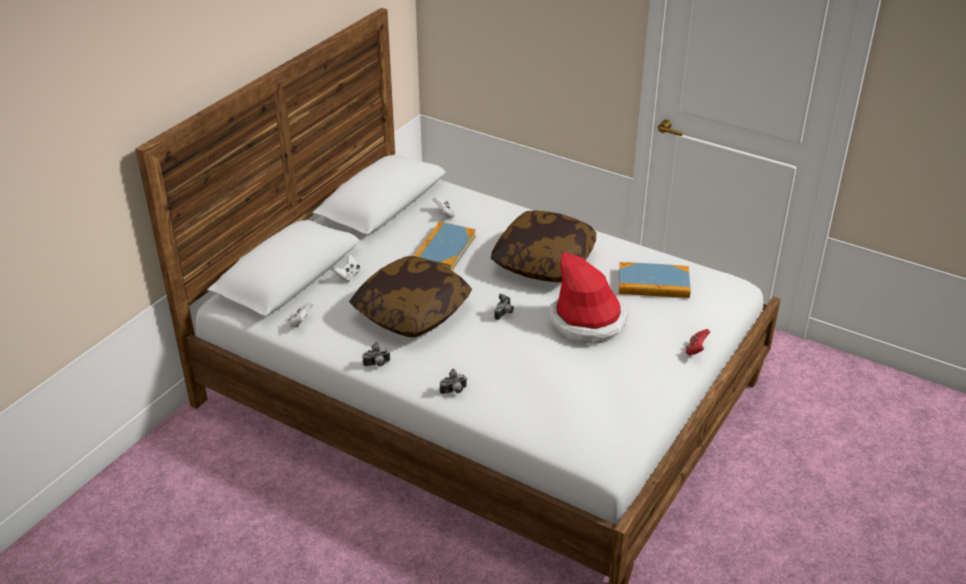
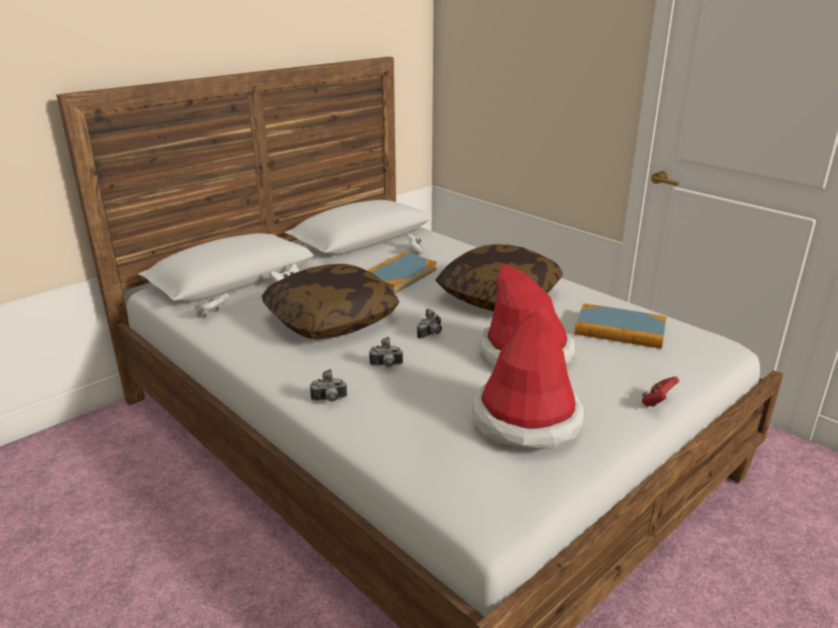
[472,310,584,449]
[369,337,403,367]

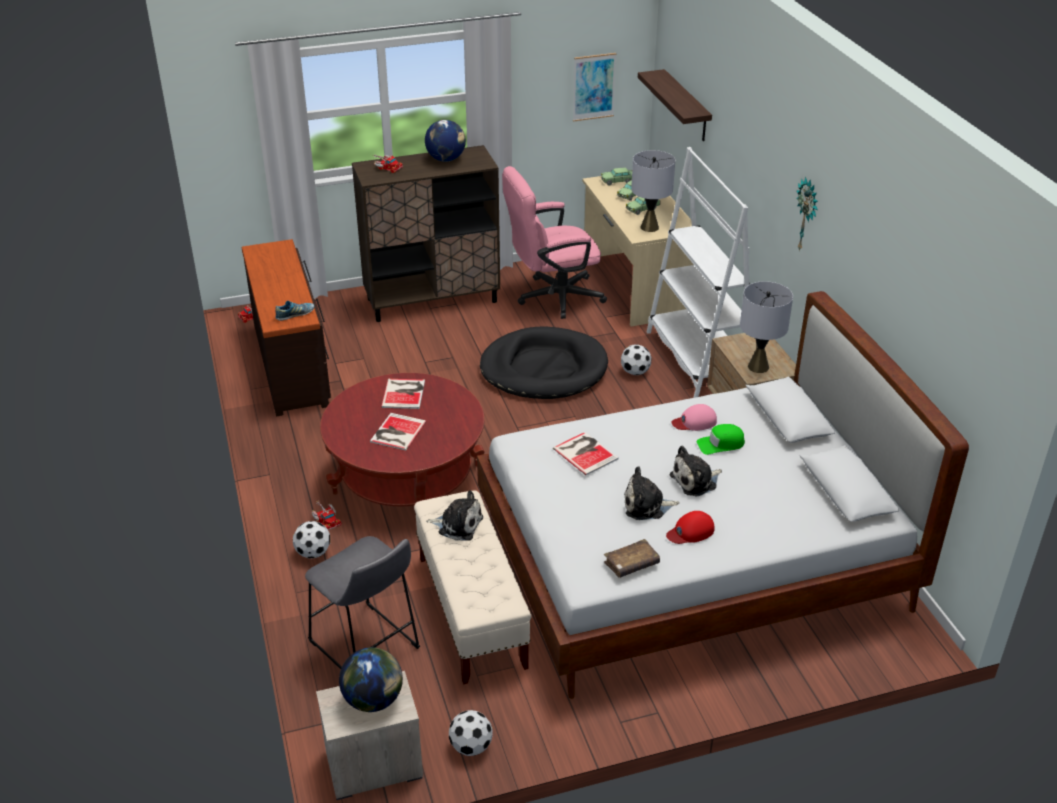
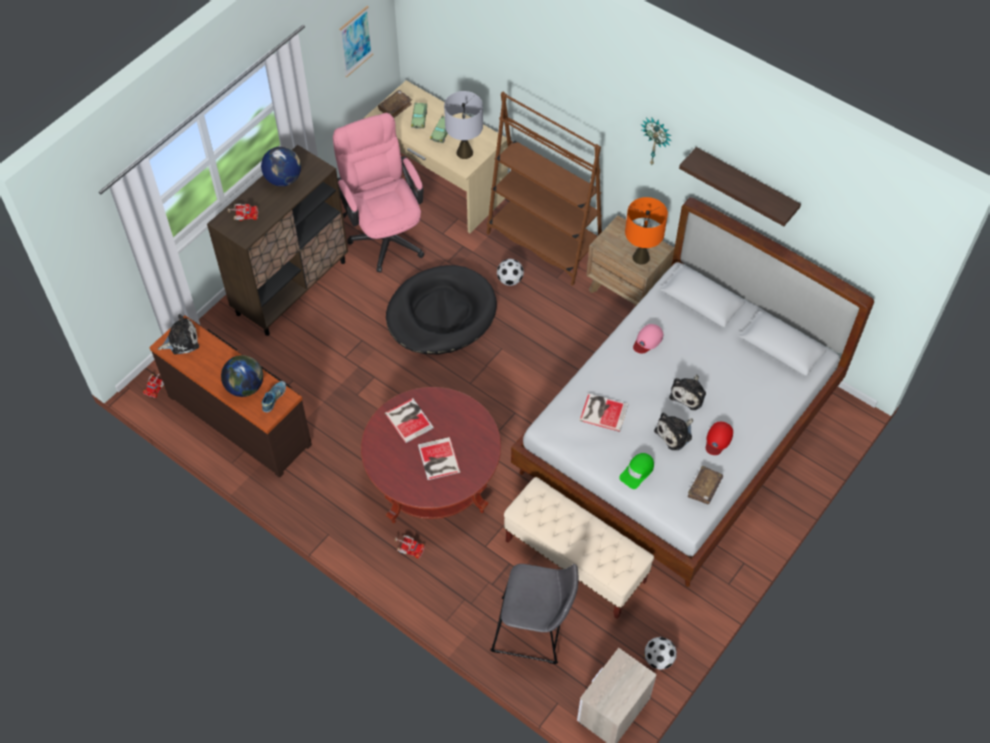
[293,521,330,558] (first image)
[221,355,263,397]
[158,314,199,354]
[679,147,801,226]
[619,453,654,489]
[378,90,412,118]
[486,92,602,286]
[625,197,668,265]
[333,113,425,273]

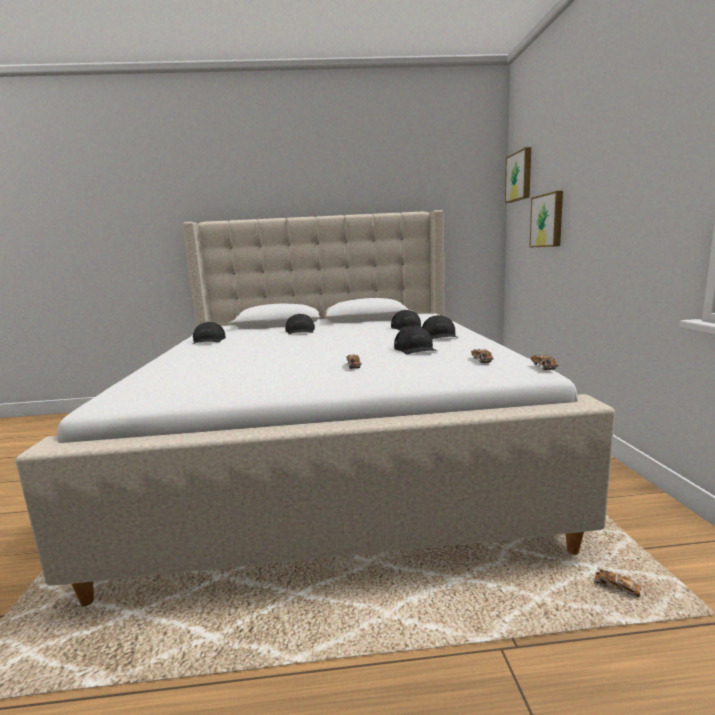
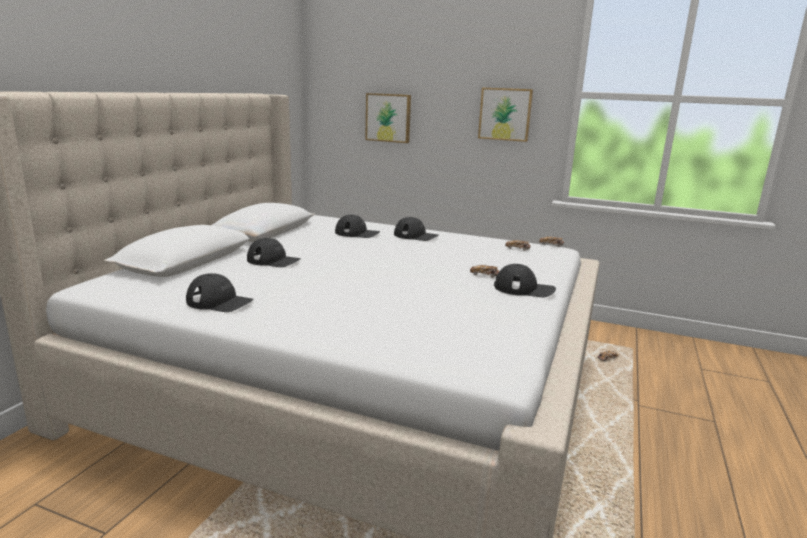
[494,264,556,297]
[478,88,533,142]

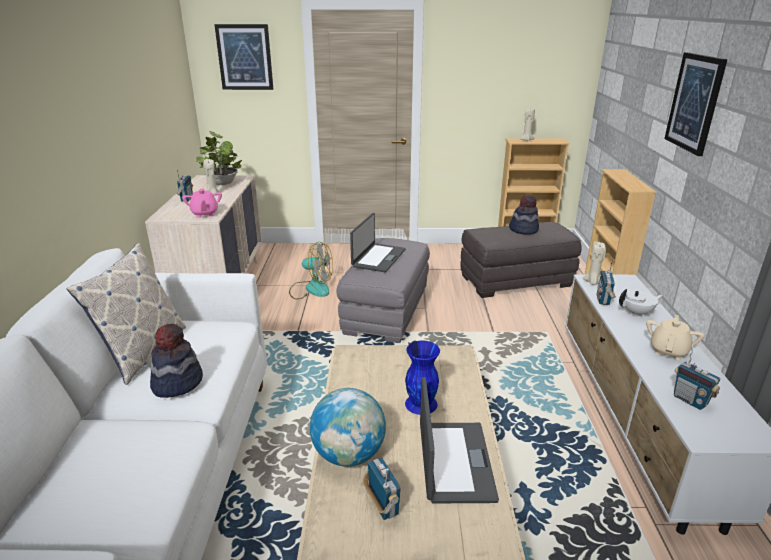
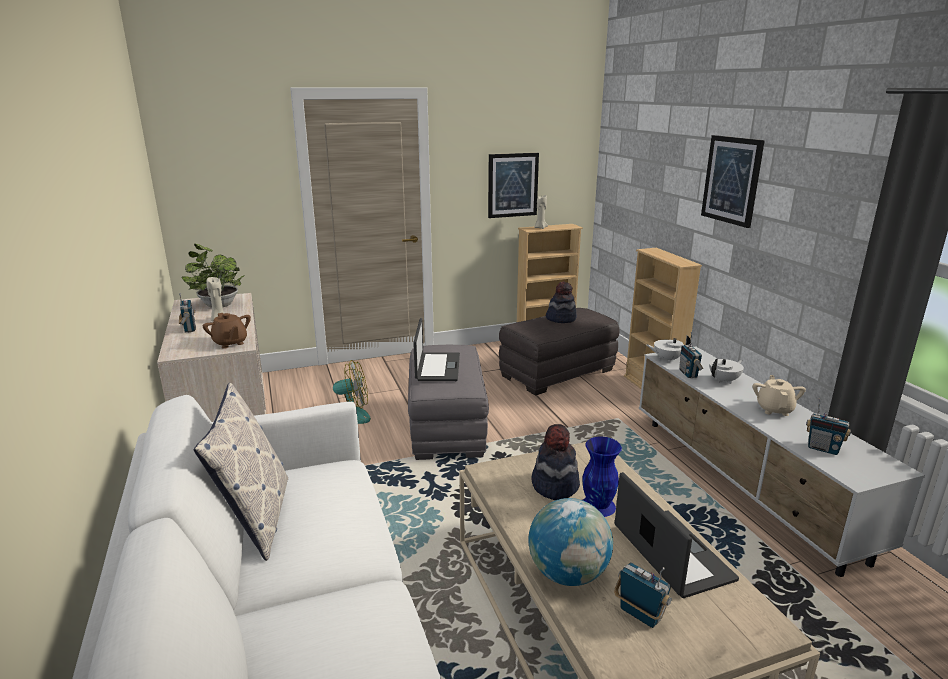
[532,424,580,500]
[488,153,539,218]
[647,336,690,362]
[203,313,251,349]

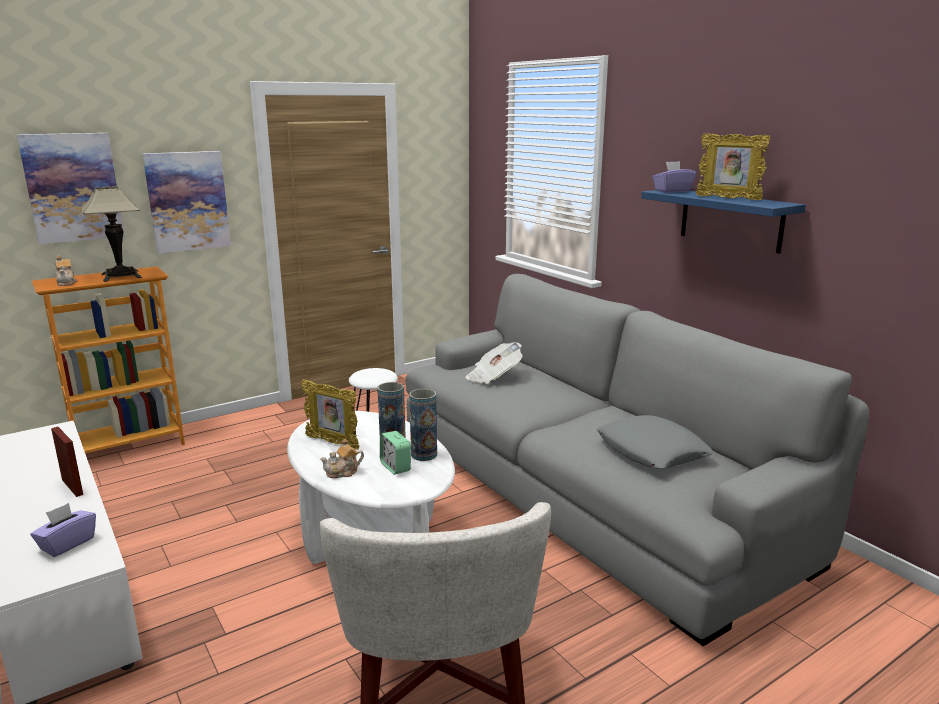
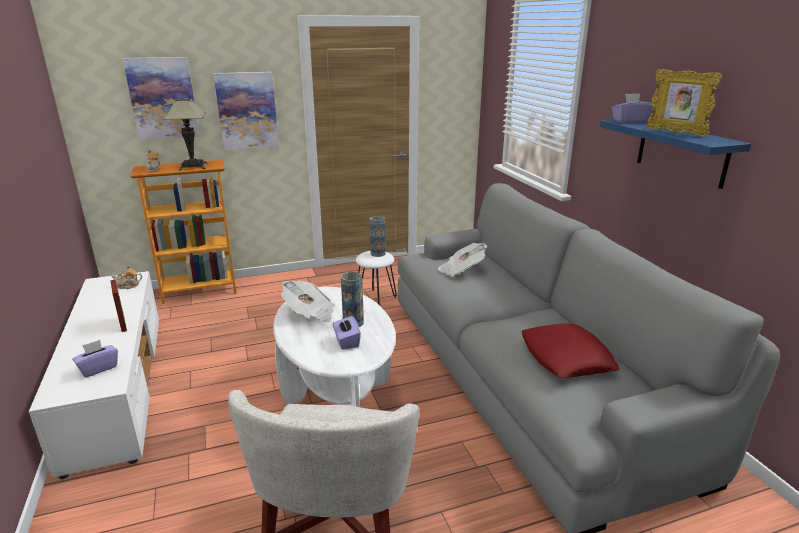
[111,265,142,289]
[370,216,386,257]
[281,281,335,322]
[333,315,361,350]
[522,324,620,378]

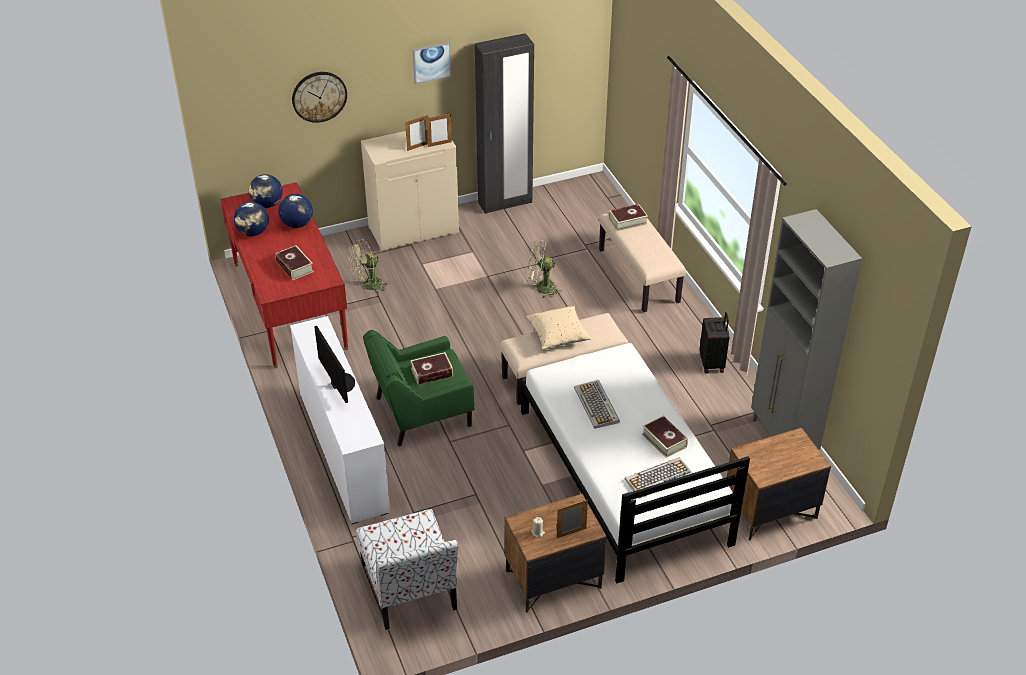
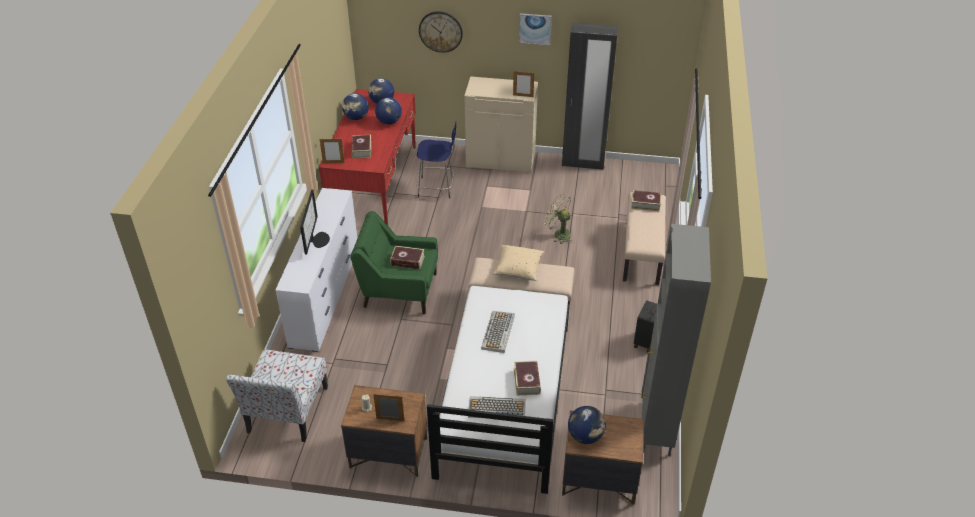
[568,406,606,444]
[320,139,345,163]
[416,121,456,199]

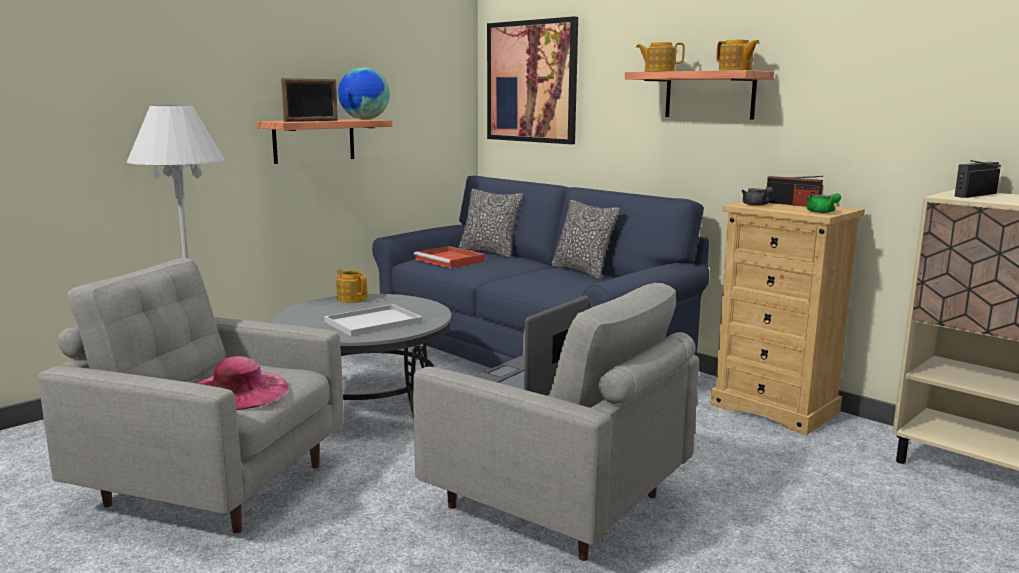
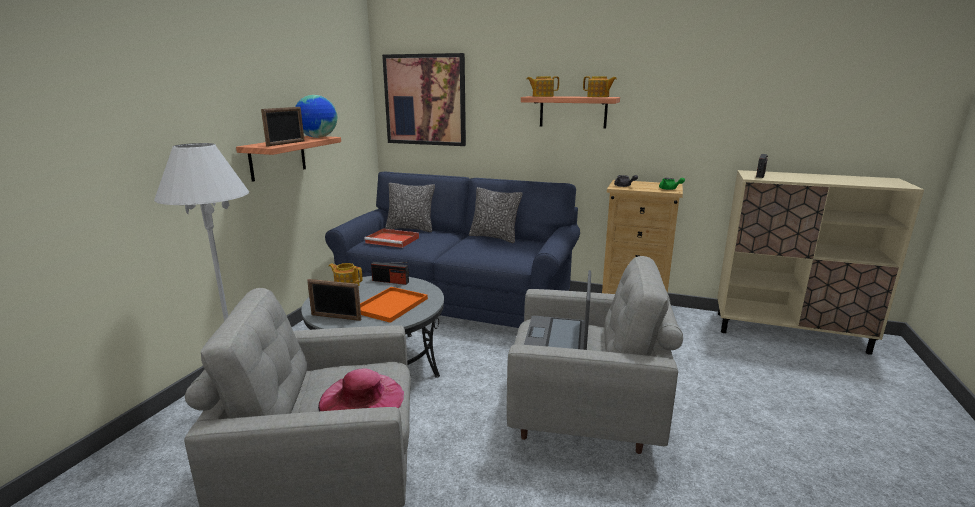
[307,279,361,321]
[371,262,409,285]
[360,287,428,323]

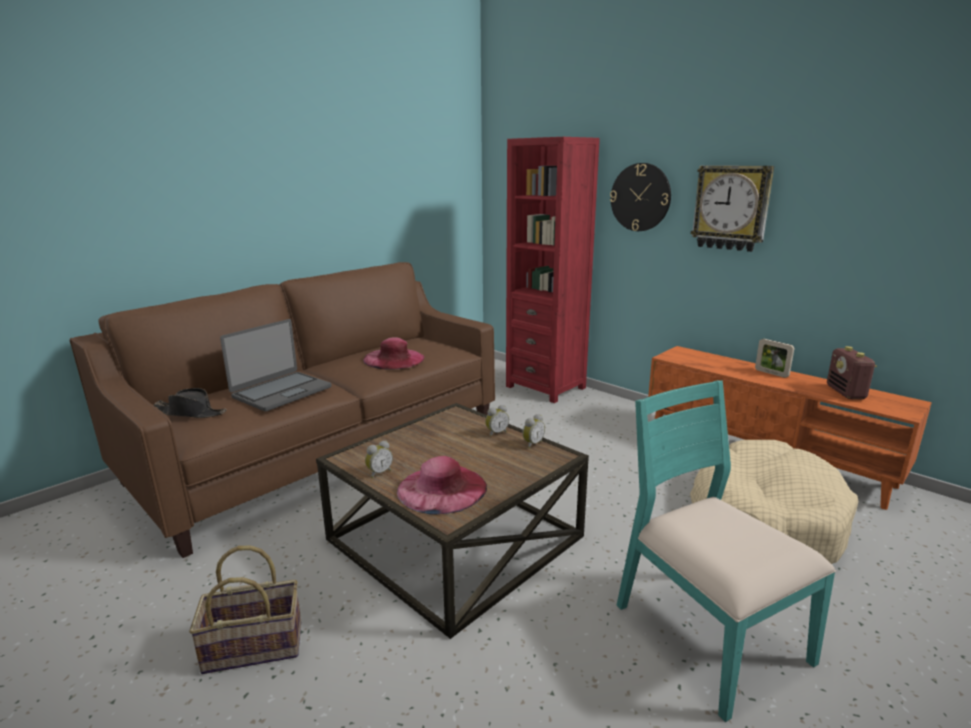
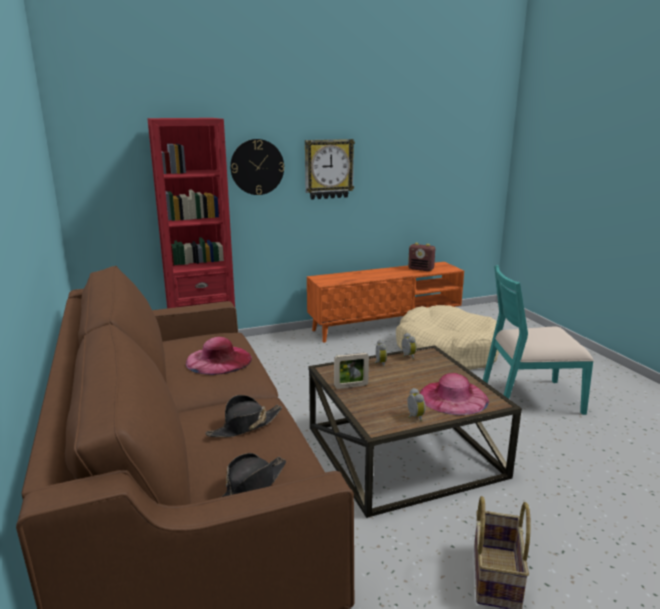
[334,353,369,389]
[205,395,282,437]

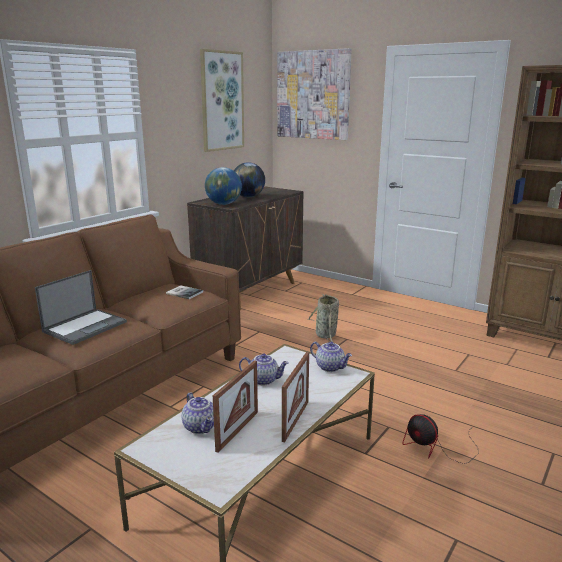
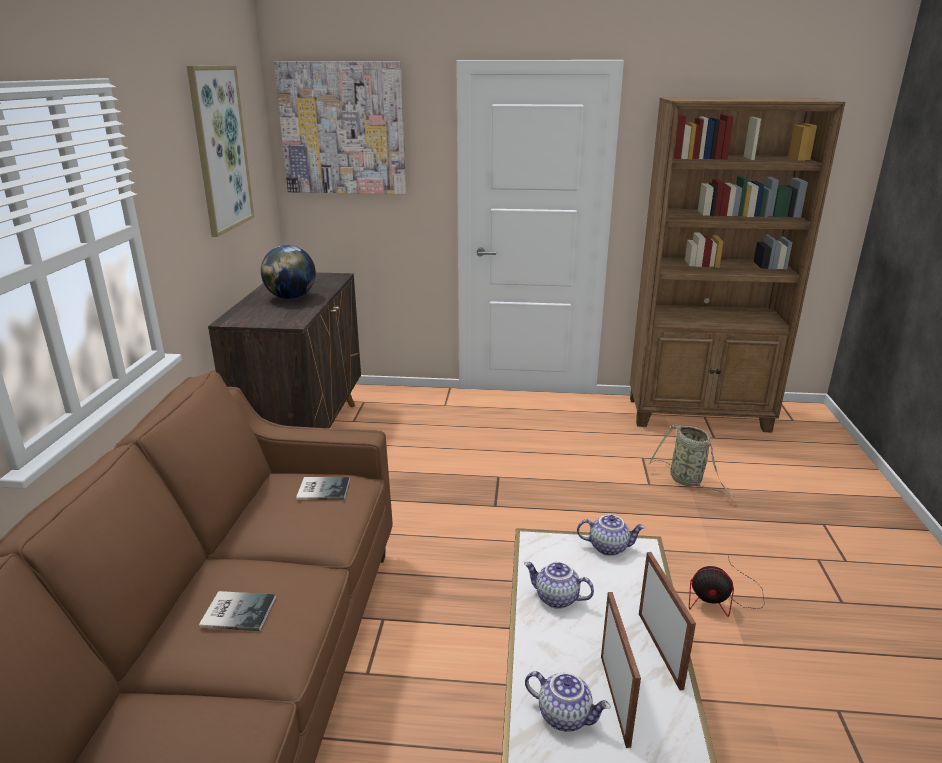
[205,167,242,205] (first image)
[648,424,733,496]
[199,591,276,631]
[524,562,594,609]

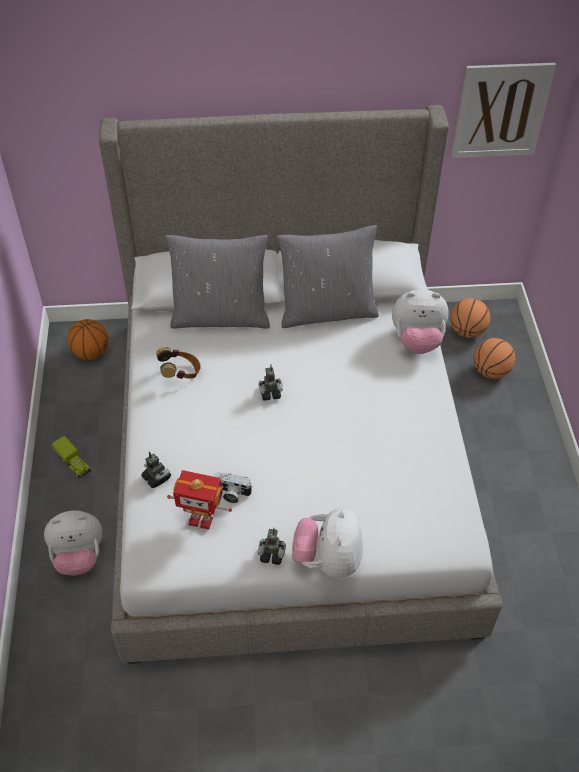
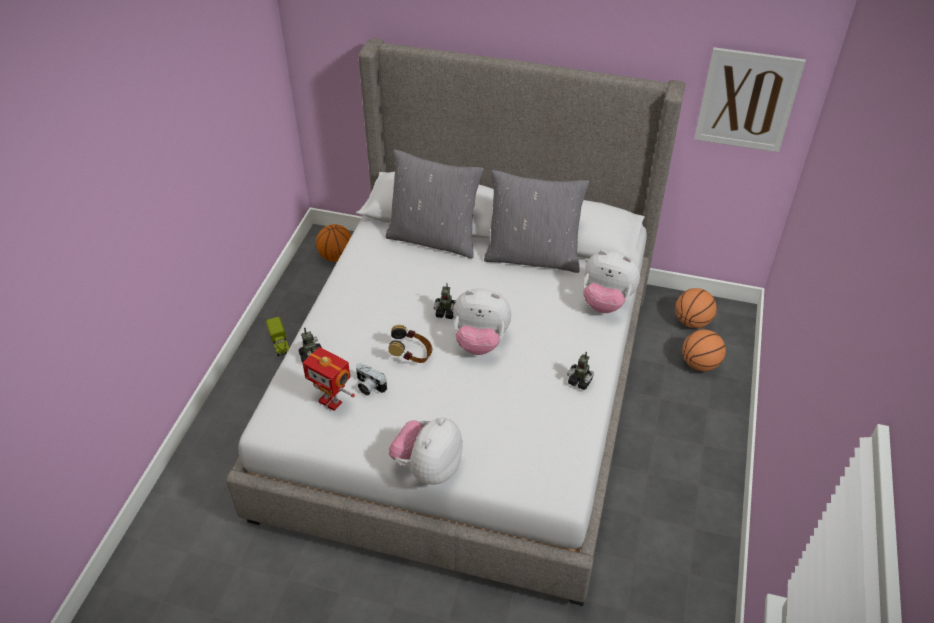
[453,288,511,355]
[388,325,432,363]
[567,352,594,390]

